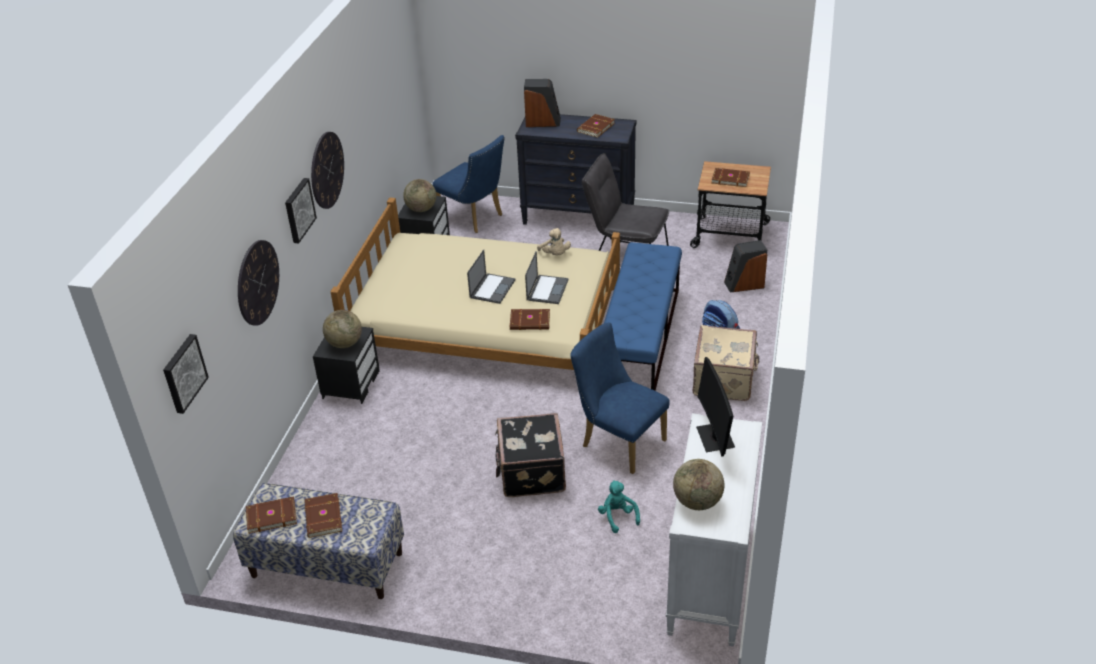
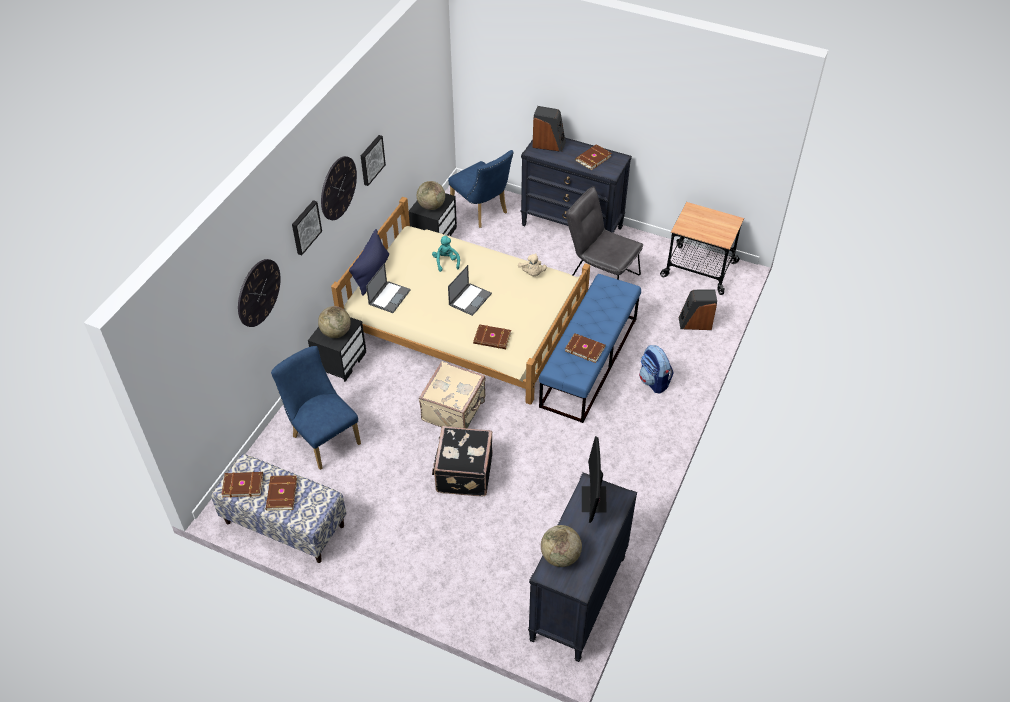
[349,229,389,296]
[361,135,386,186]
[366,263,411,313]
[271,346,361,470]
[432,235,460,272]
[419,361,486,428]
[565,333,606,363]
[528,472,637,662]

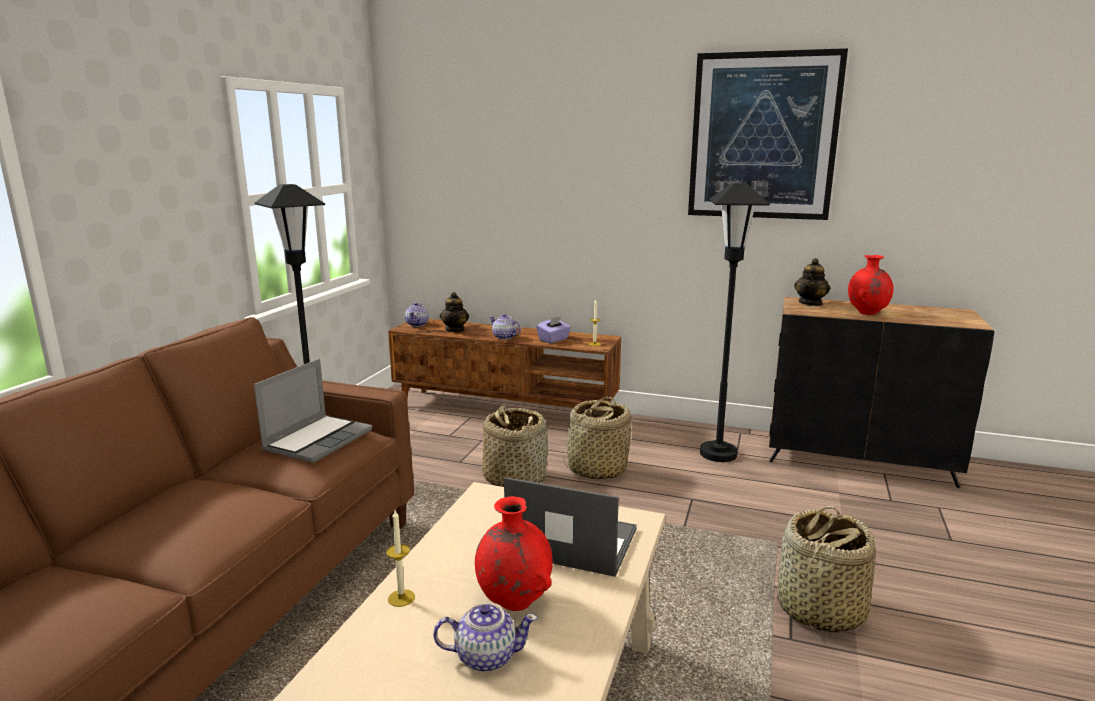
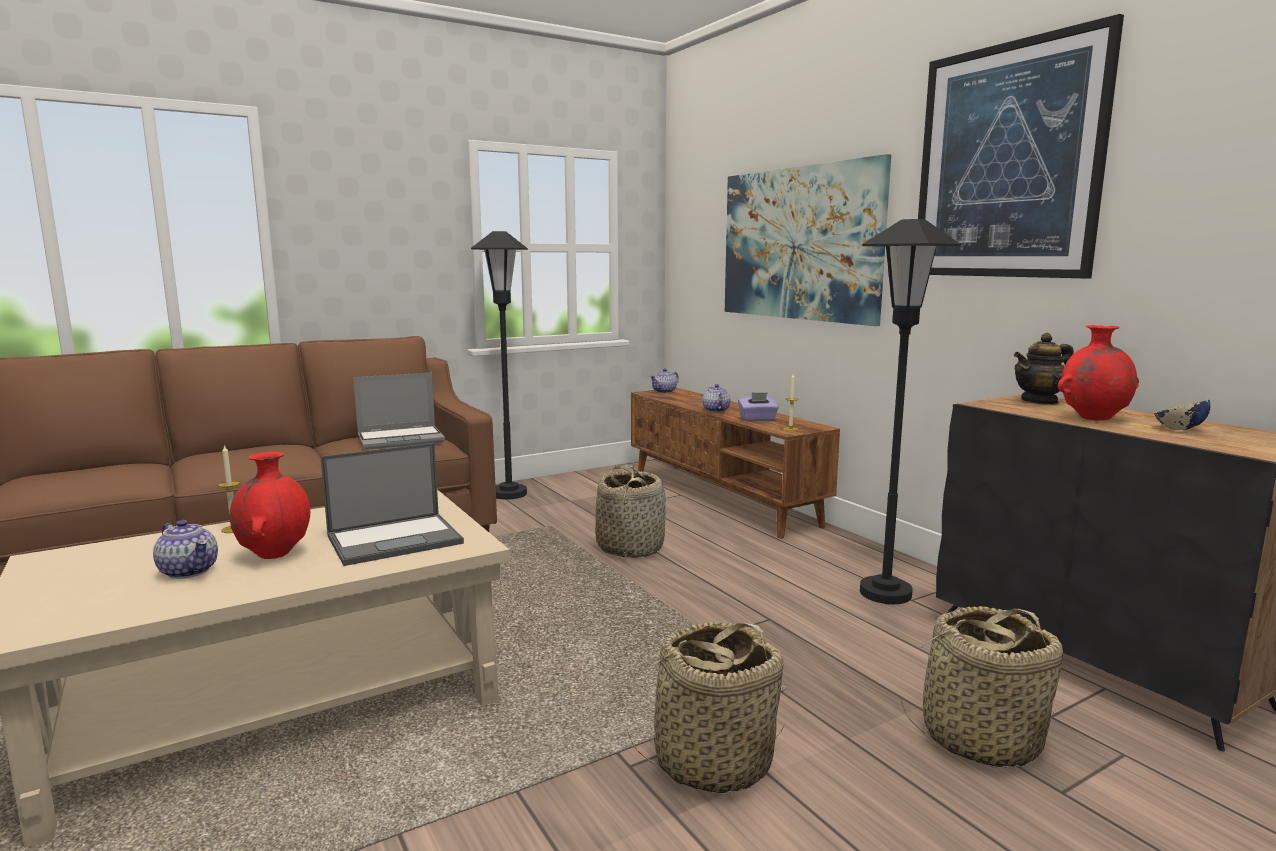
[440,292,469,332] (first image)
[725,154,891,326]
[1154,400,1210,430]
[900,606,1063,768]
[320,443,464,566]

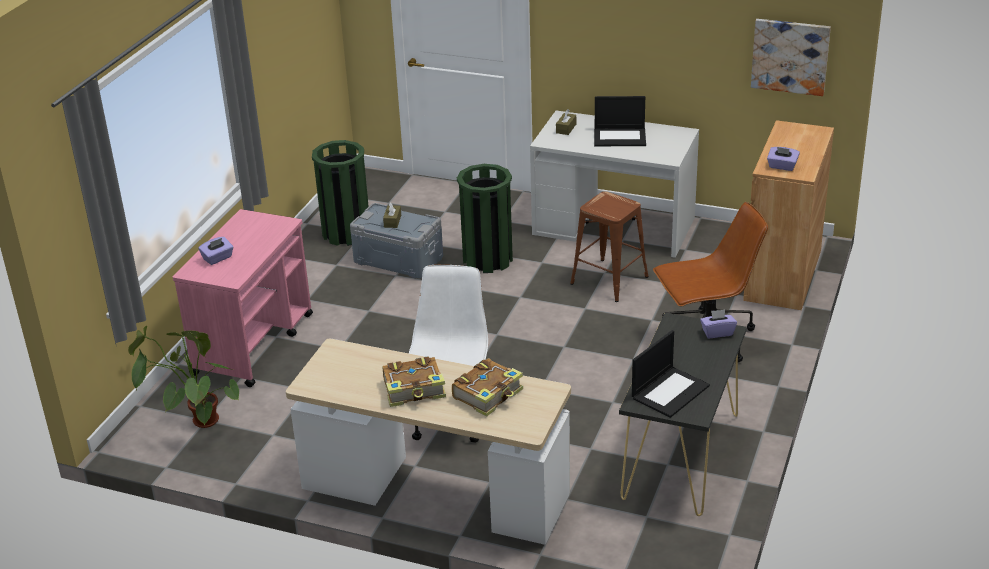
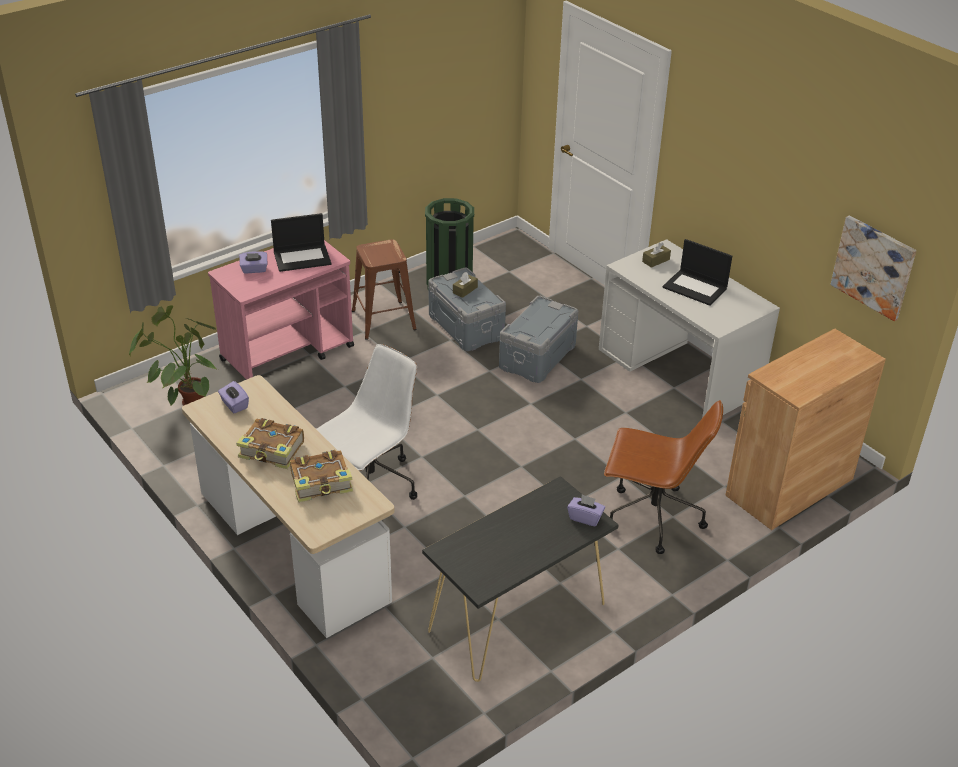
[352,239,417,340]
[271,213,331,272]
[218,381,249,414]
[499,296,578,383]

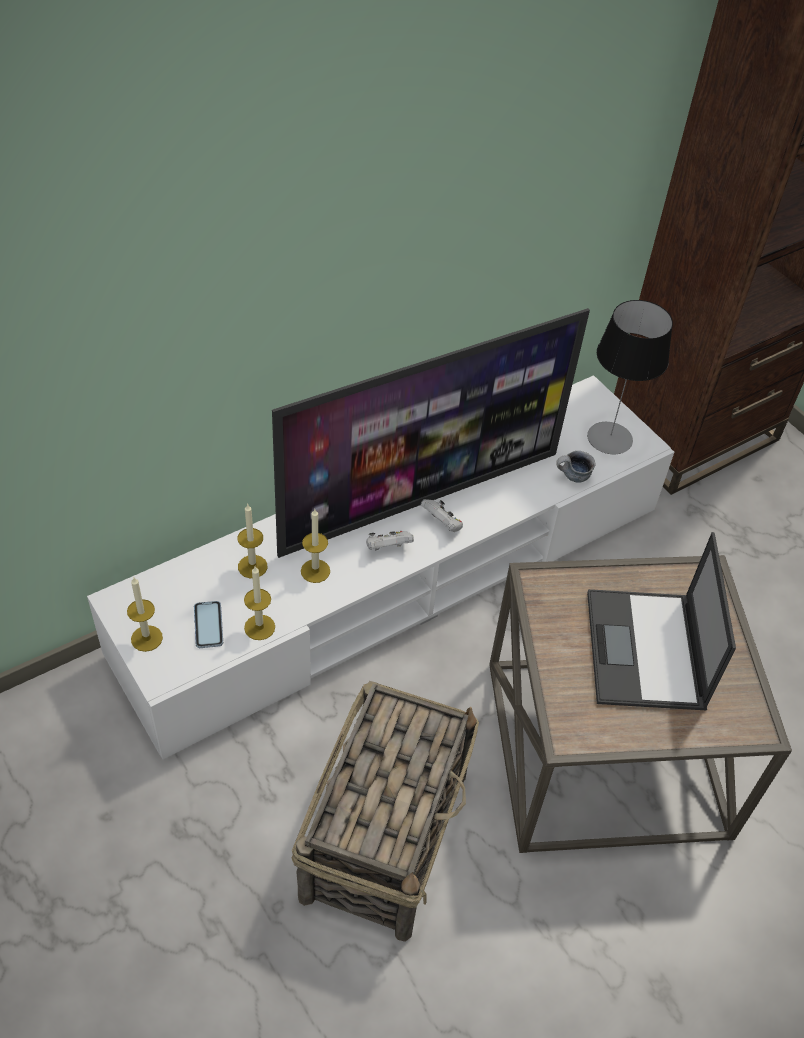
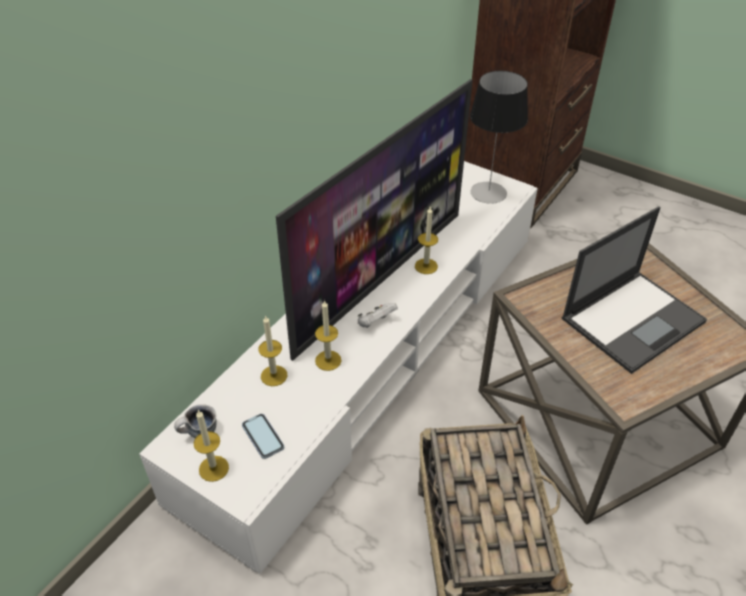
[420,499,463,532] (first image)
[415,207,438,274]
[174,404,217,438]
[561,206,707,374]

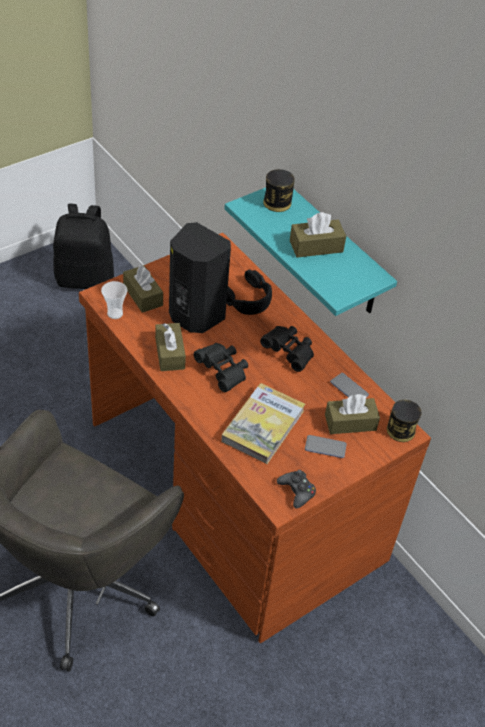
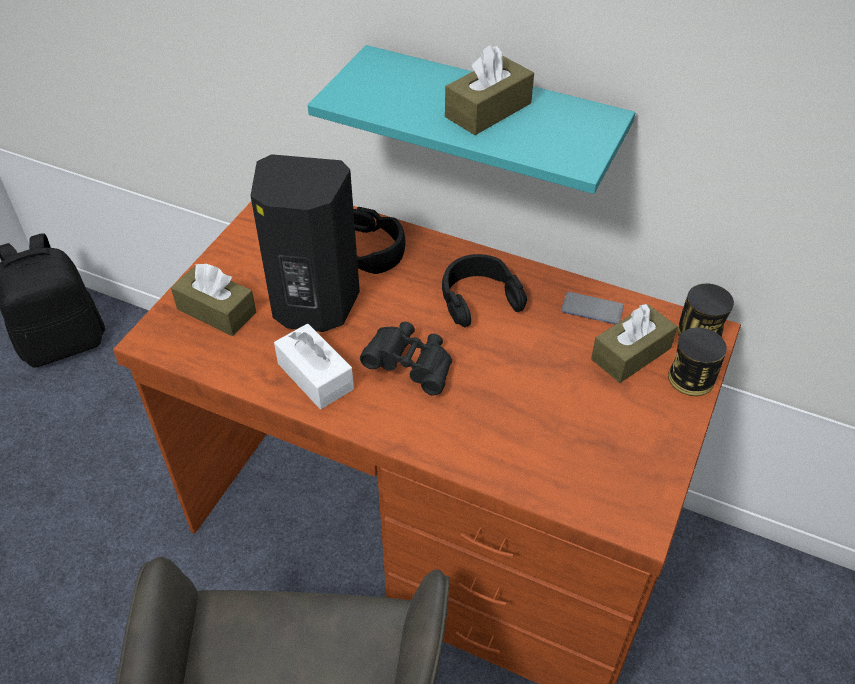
[101,281,127,319] (first image)
[221,383,305,464] (first image)
[277,470,316,509] (first image)
[305,435,347,458] (first image)
[668,327,727,396]
[442,254,527,327]
[274,324,354,409]

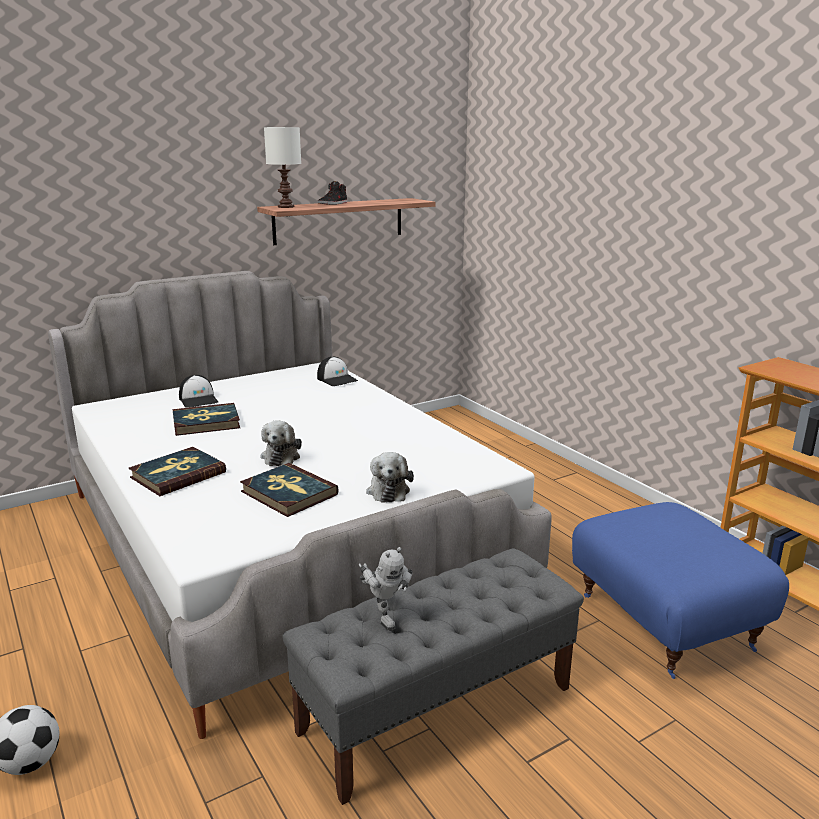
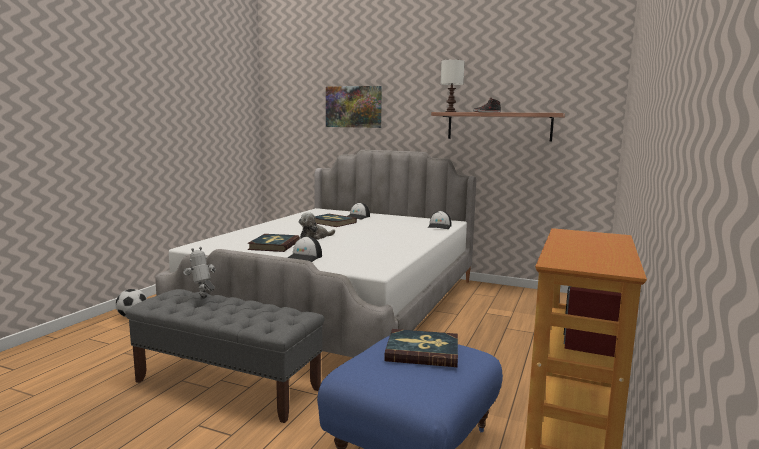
[326,86,382,128]
[384,329,458,367]
[288,236,322,262]
[183,247,216,298]

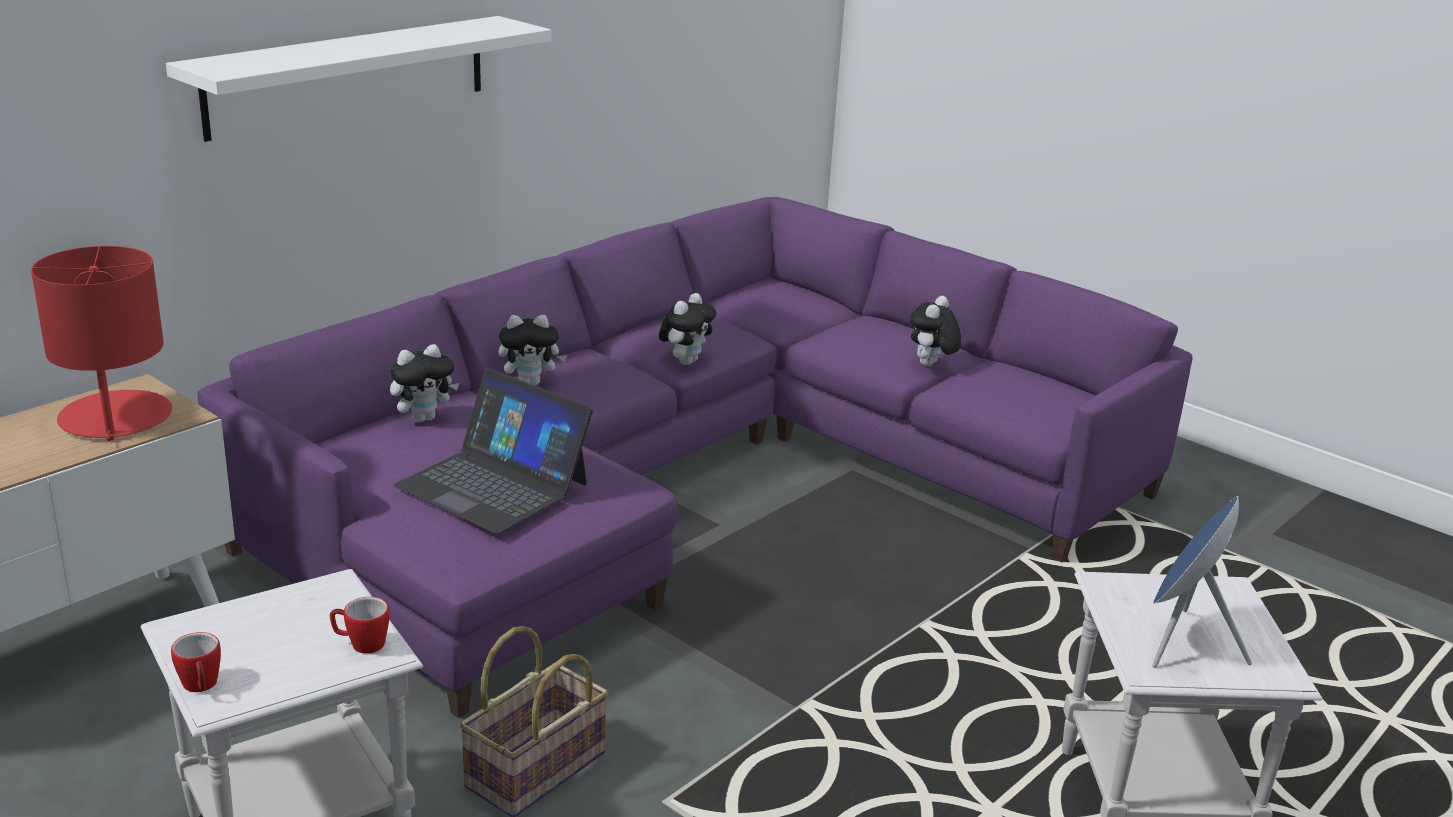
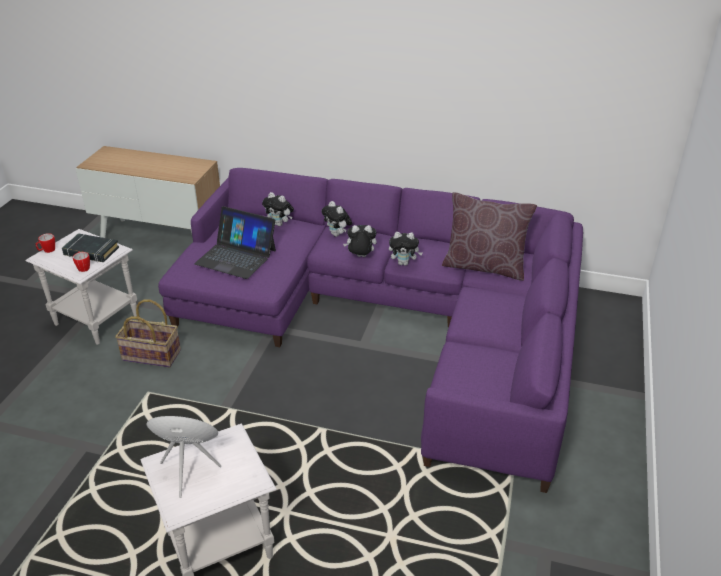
[31,246,172,441] (first image)
[166,16,552,142] (first image)
[62,233,119,262]
[442,192,537,281]
[343,225,377,257]
[194,206,276,279]

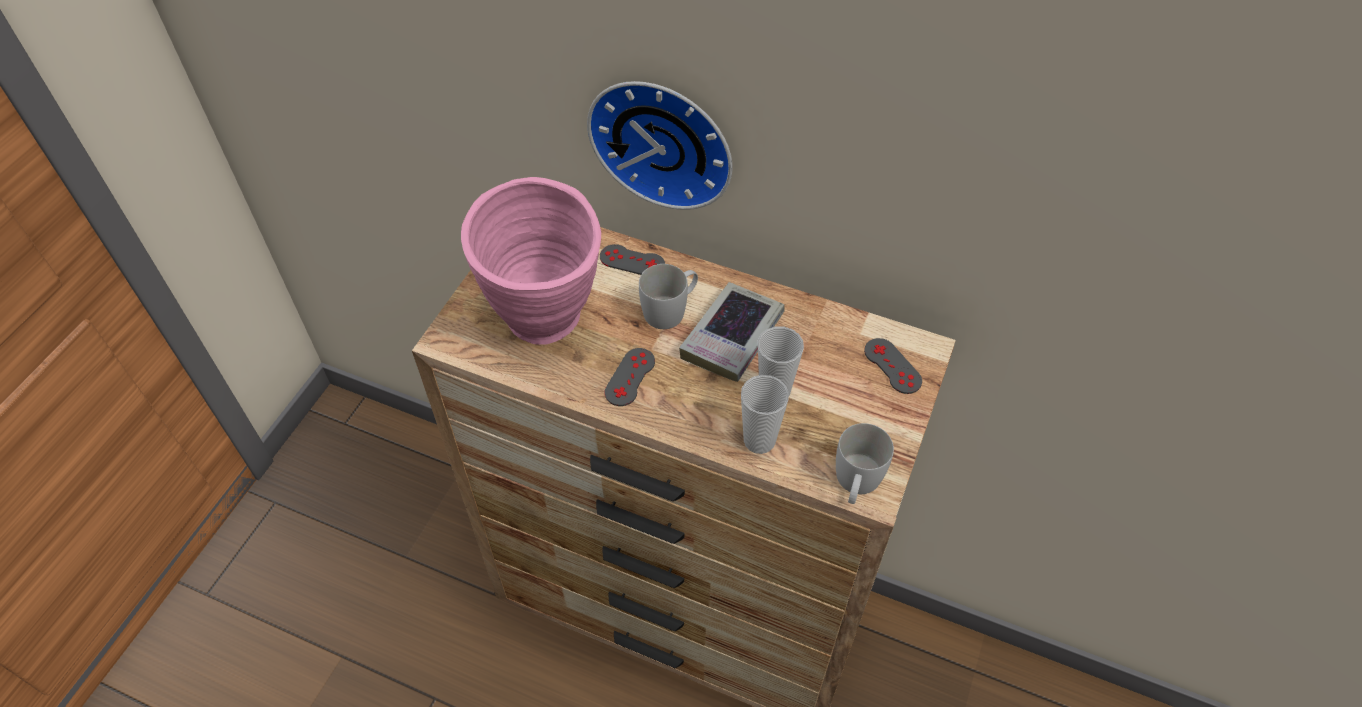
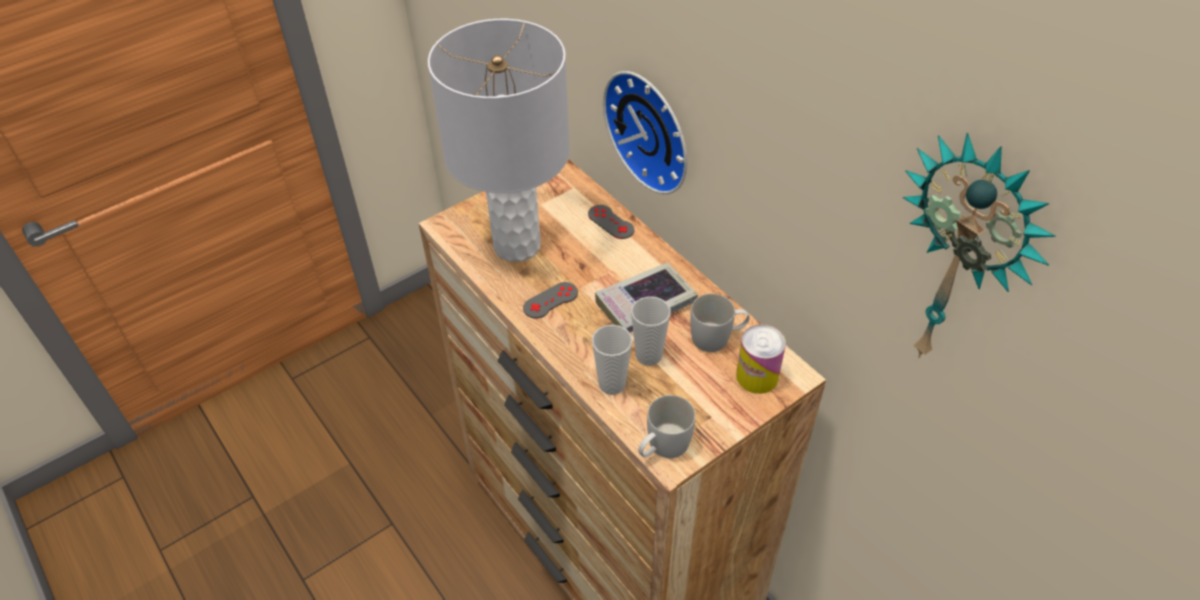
[903,133,1056,358]
[690,294,749,352]
[428,19,570,262]
[736,324,786,394]

